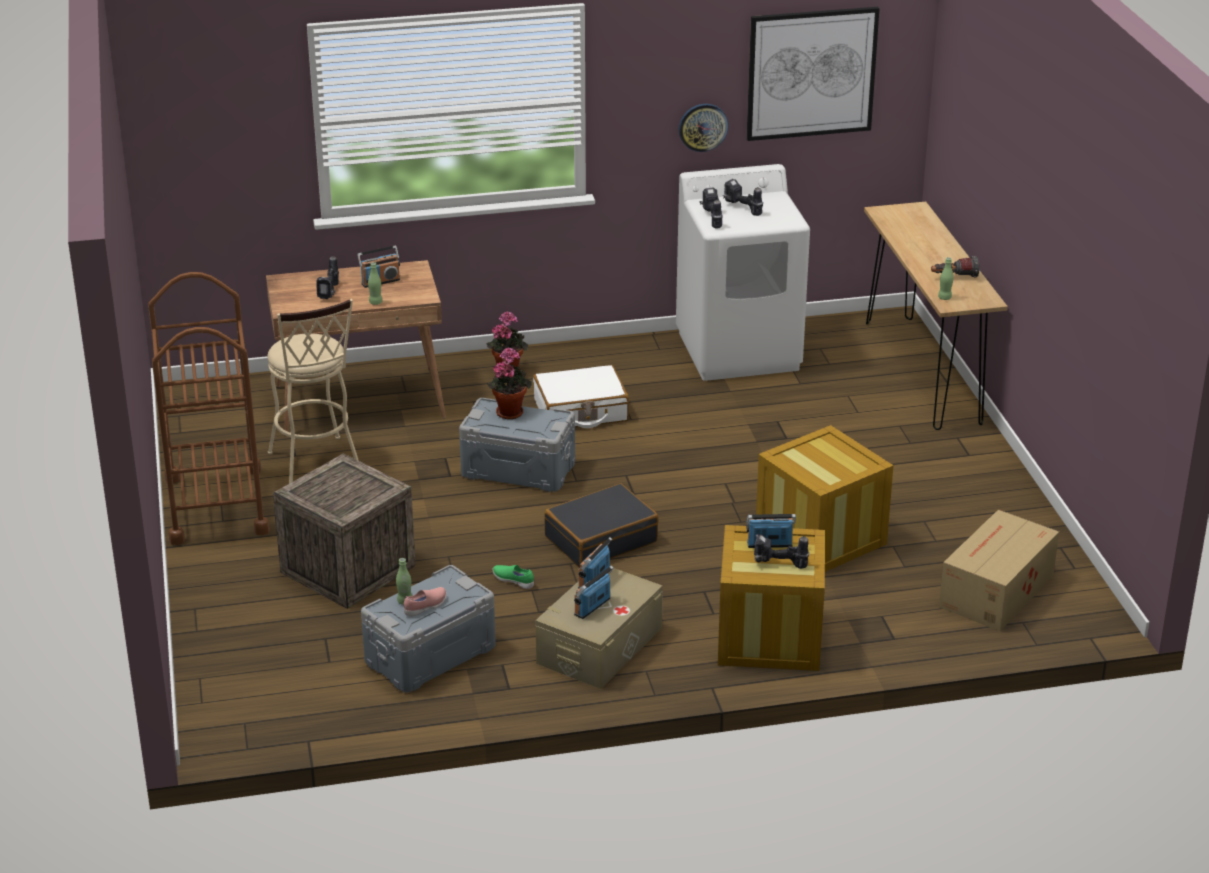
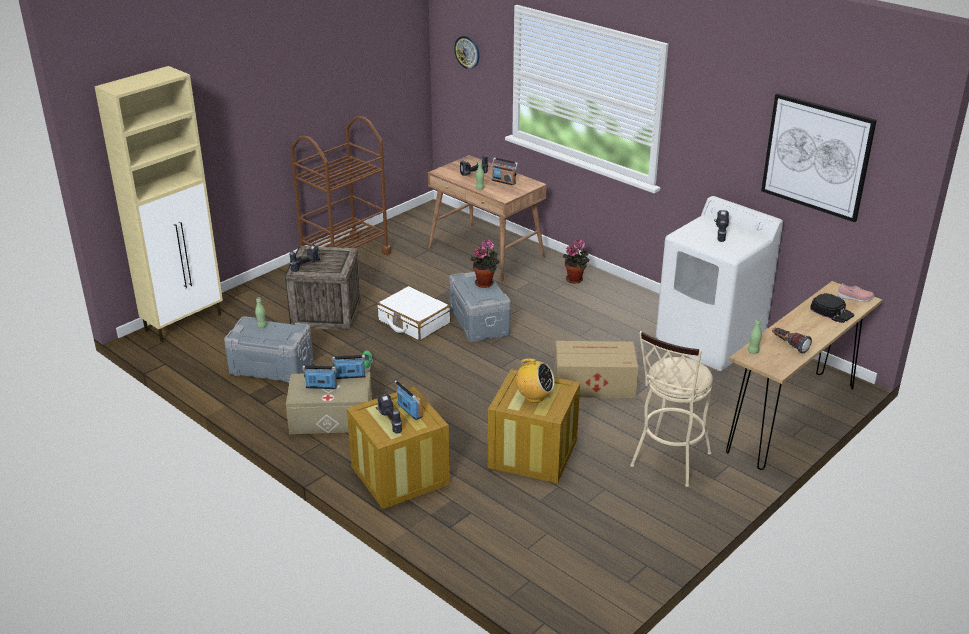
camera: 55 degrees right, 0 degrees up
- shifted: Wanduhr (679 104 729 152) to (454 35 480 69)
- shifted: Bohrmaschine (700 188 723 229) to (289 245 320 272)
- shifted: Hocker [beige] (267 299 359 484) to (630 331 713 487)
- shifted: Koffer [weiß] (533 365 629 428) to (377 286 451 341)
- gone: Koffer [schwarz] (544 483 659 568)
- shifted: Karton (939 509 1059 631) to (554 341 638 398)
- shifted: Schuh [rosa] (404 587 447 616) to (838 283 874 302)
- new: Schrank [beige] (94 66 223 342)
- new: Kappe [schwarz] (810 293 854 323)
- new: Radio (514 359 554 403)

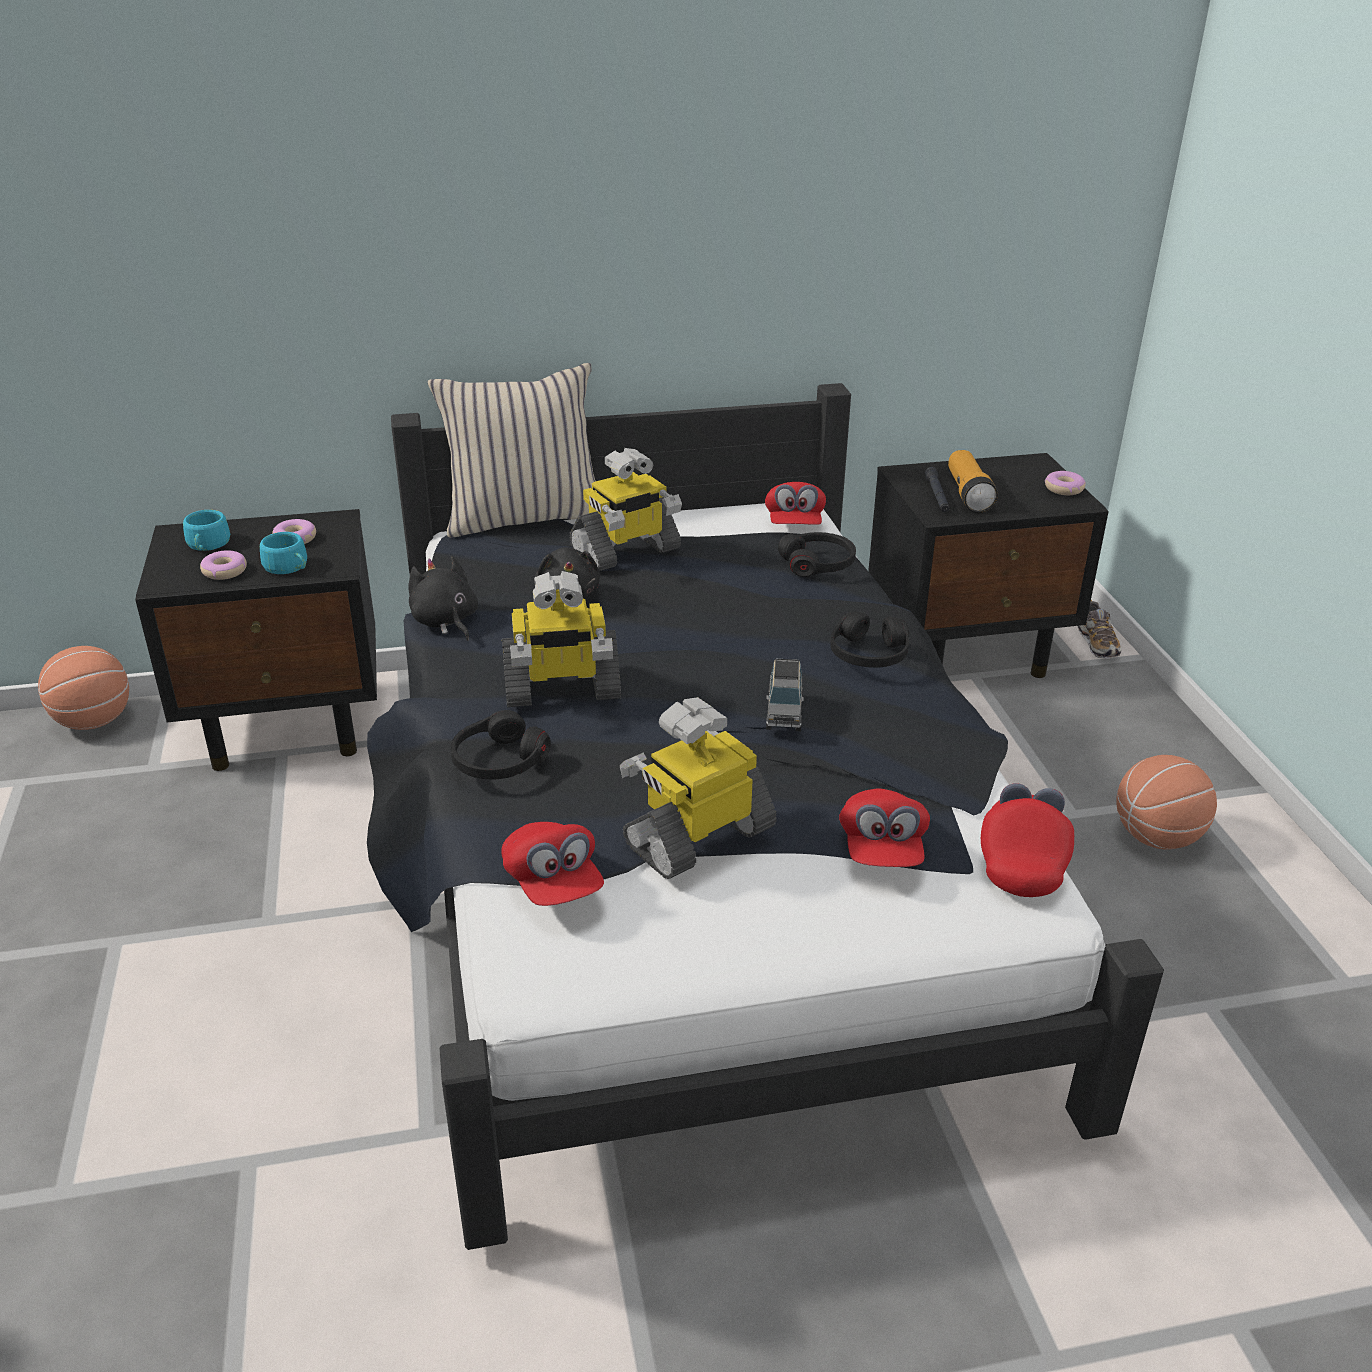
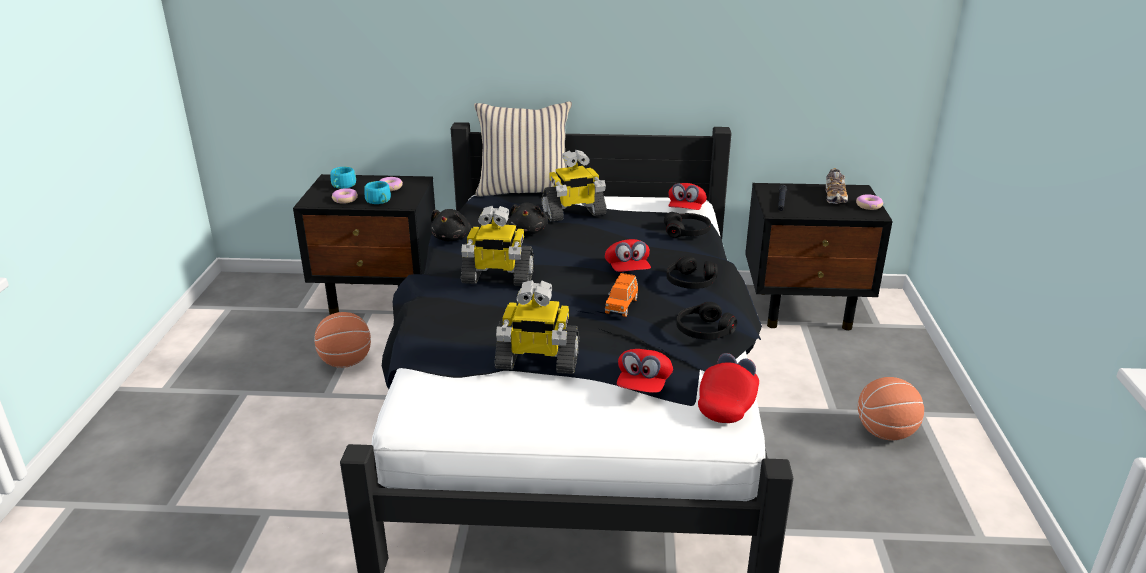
camera: 15 degrees right, 5 degrees down
- gone: Taschenlampe (948 450 998 513)
- rotated: Plüschtier [schwarz] (408 556 478 641) = (431 209 472 241) 150 degrees counterclockwise
- shifted: Schuh (1077 600 1121 659) to (825 168 848 204)
- shifted: Basketball (38 646 129 730) to (314 312 371 368)
- repainted: Spielzeugauto [grau] (766 659 804 731) to Spielzeugauto [orange] (605 273 638 317)
- rotated: Spielzeugroboter (620 697 777 879) = (495 280 579 374) 150 degrees counterclockwise
- shifted: Kopfhörer [schwarz] (451 710 551 779) to (676 302 737 339)
- shifted: Kappe [rot] (501 822 604 906) to (605 239 651 272)

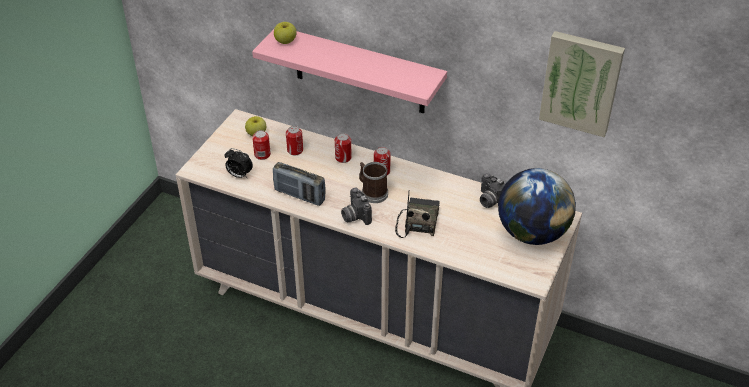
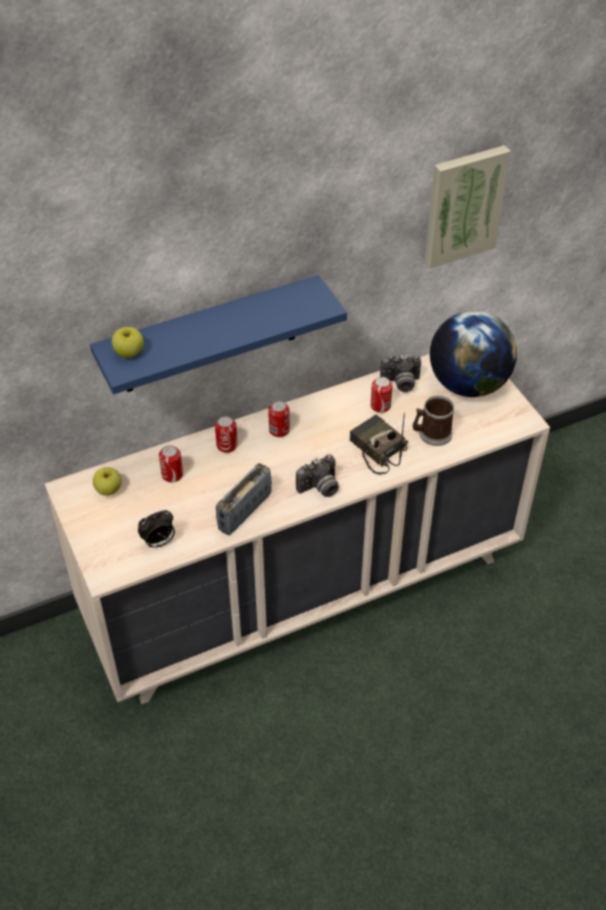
camera: 50 degrees left, 5 degrees up
- repainted: Wandregal [rosa] (252 29 447 114) to Wandregal [blau] (90 275 347 394)
- shifted: Dose (252 130 271 160) to (371 377 393 413)
- rotated: Radio (273 162 325 206) = (216 463 272 535) 150 degrees clockwise
- shifted: Henkelbecher (359 162 388 203) to (413 396 454 446)
- rotated: Kamera (341 188 372 225) = (296 454 339 497) 45 degrees counterclockwise

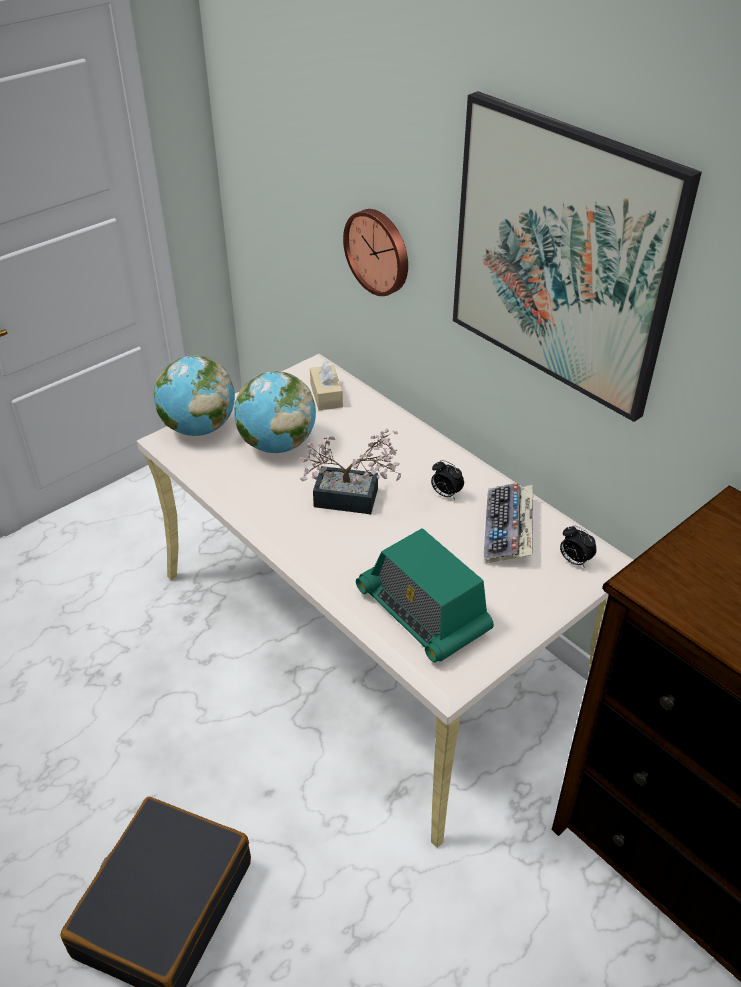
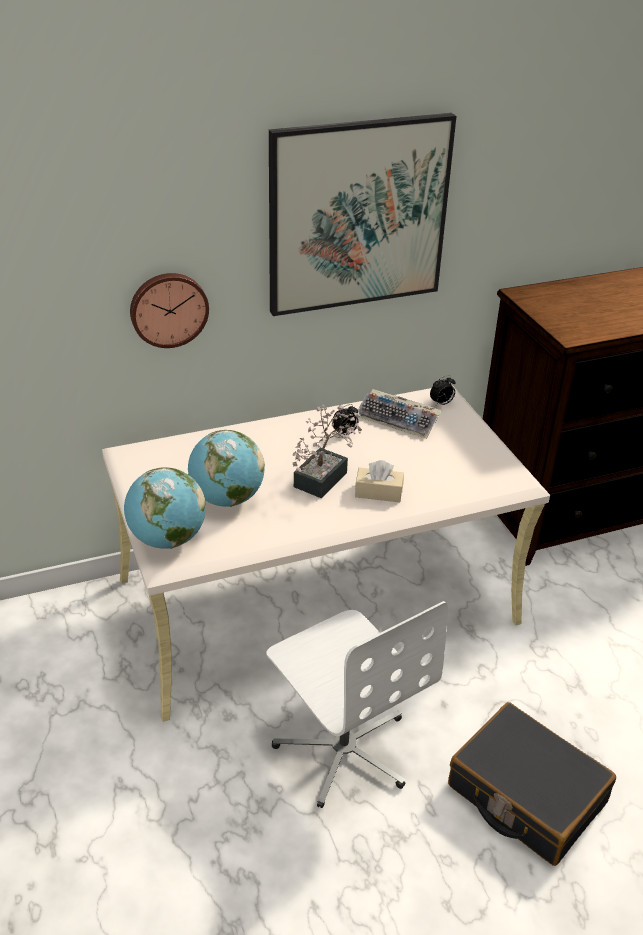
camera: 70 degrees left, 5 degrees down
- shifted: Taschentuchbox [beige] (310 360 343 410) to (355 460 404 502)
- gone: Radio (356 528 494 662)
- new: Bürostuhl [weiß] (266 601 448 808)

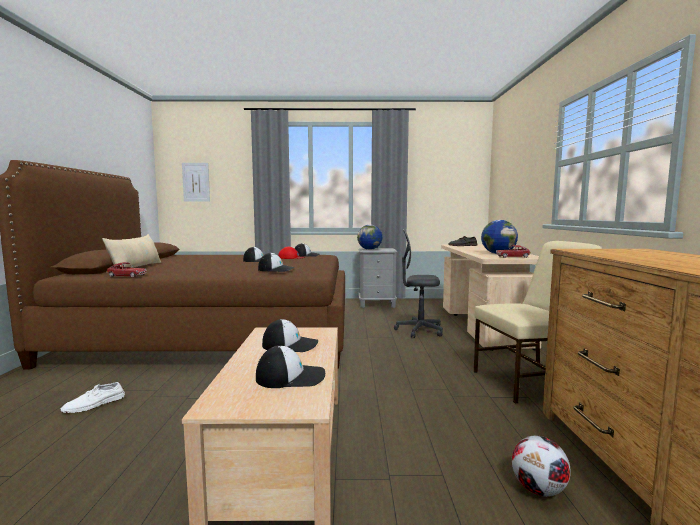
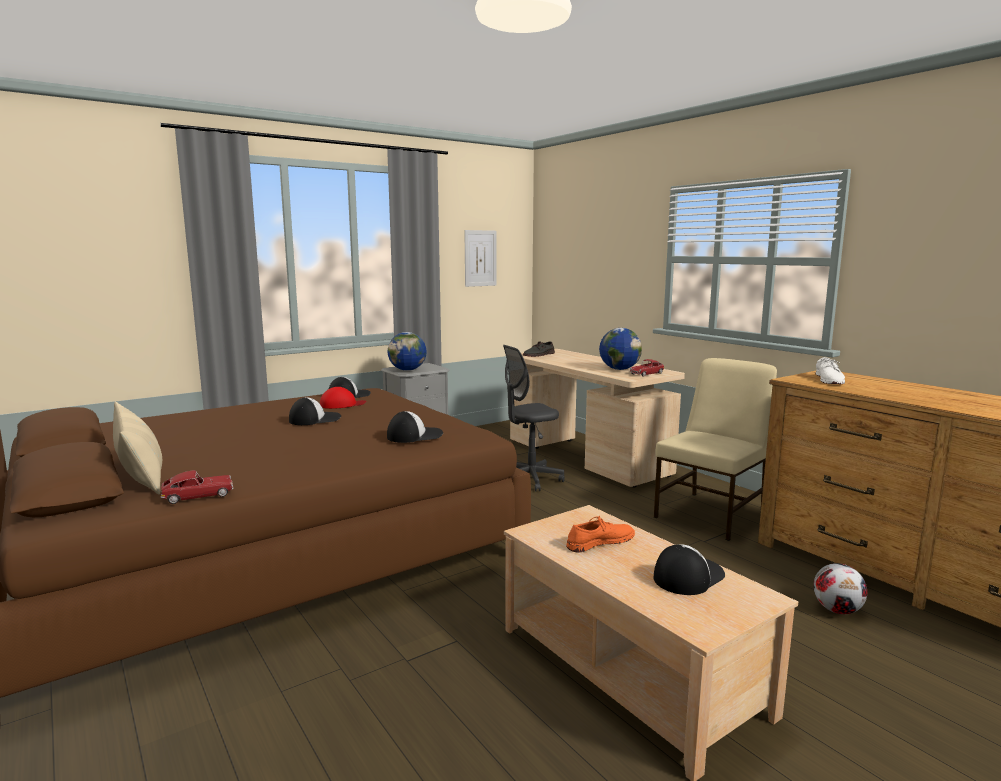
camera: 35 degrees left, 5 degrees up
- shifted: Bild (182 163 210 202) to (464 230 497 287)
- swapped: Kappe (262 319 318 352) to Schuh [orange] (566 516 635 553)
- shifted: Schuh [weiß] (61 382 125 413) to (816 357 845 384)

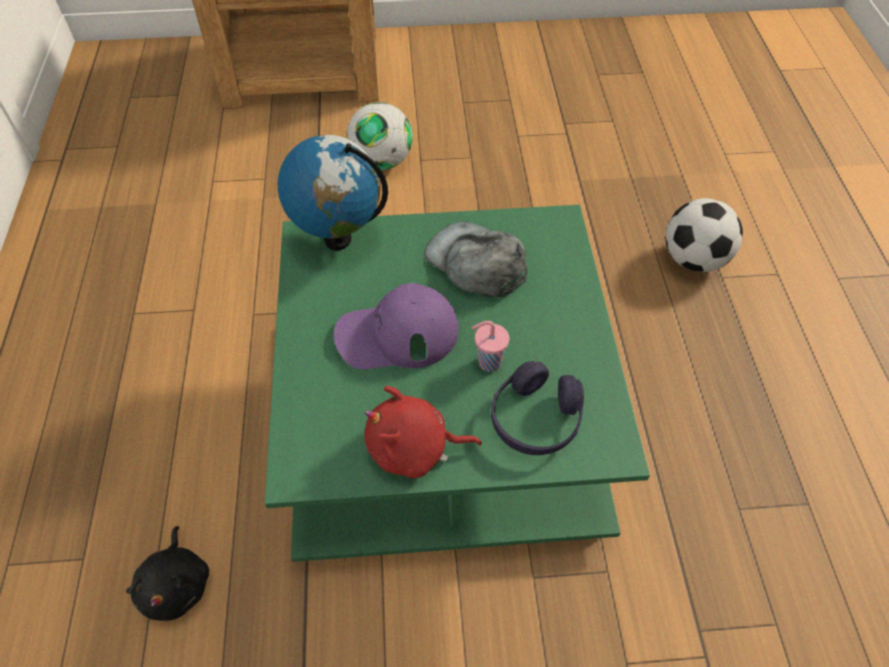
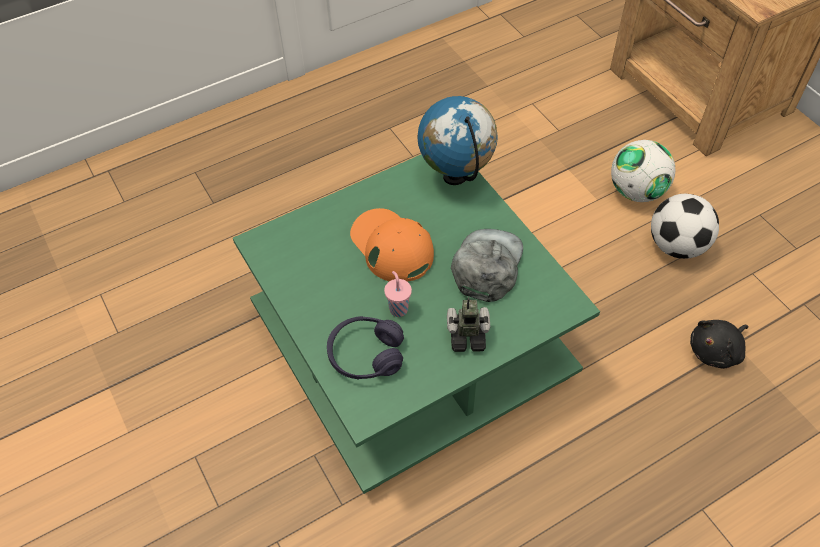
camera: 65 degrees right, 0 degrees up
- shifted: Fußball (666 198 743 272) to (651 194 719 259)
- repainted: Kappe [lila] (334 283 459 369) to Kappe [orange] (350 208 434 281)
- gone: Plüschtier [rot] (364 386 482 478)
- shifted: Plüschtier [schwarz] (126 526 209 621) to (690 320 749 369)
- new: Spielzeugroboter (447 297 490 352)

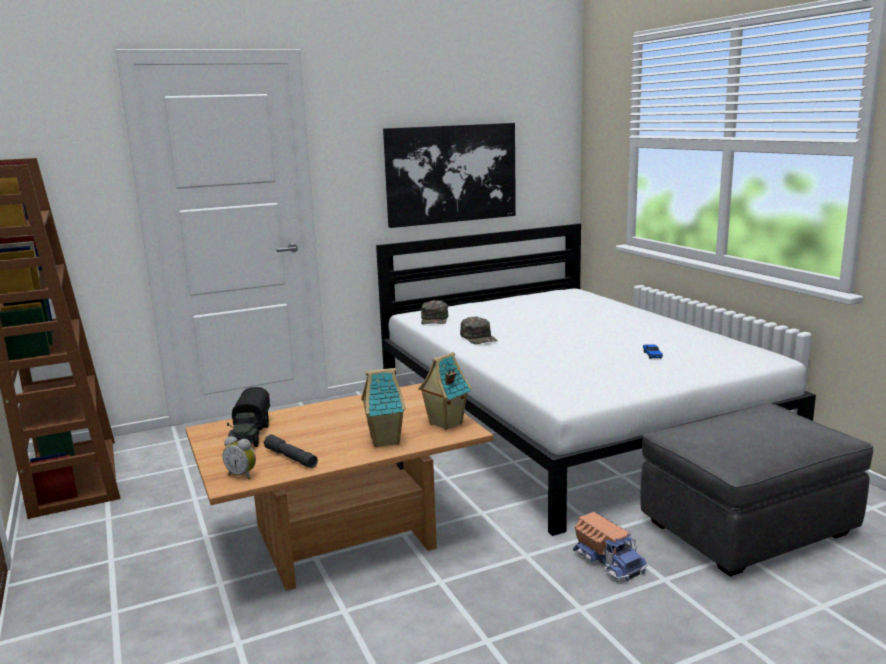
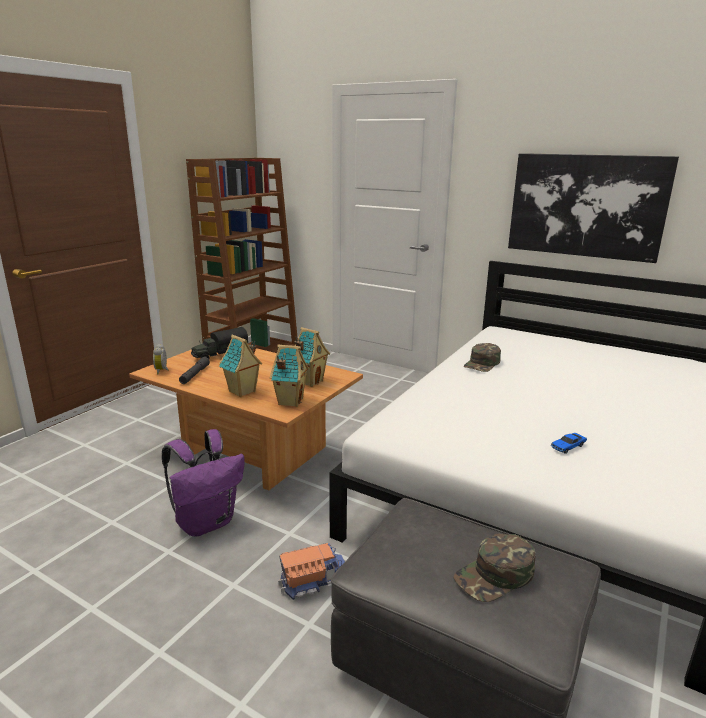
camera: 55 degrees right, 5 degrees up
- shifted: Kappe [grün] (421 300 448 324) to (454 533 536 602)
- rotated: Spielzeuglaster (573 512 648 582) = (278 543 345 600) 135 degrees counterclockwise
- new: Spielzeughaus (294 327 330 387)
- new: Rucksack [lila] (162 429 244 537)

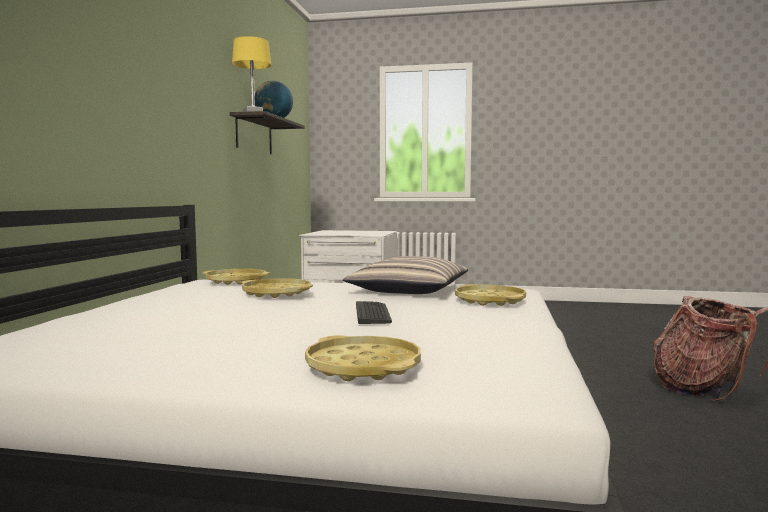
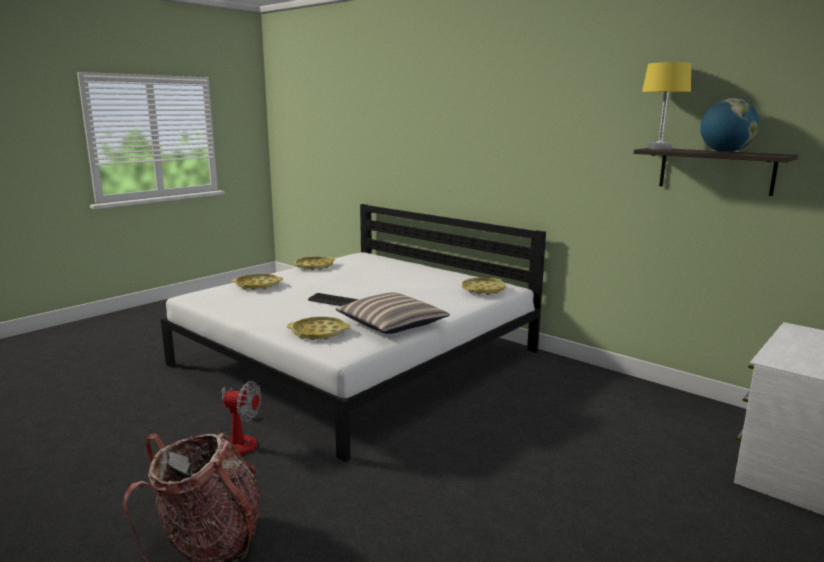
camera: 120 degrees right, 10 degrees up
- shifted: Tablett [gelb] (242 278 313 298) to (292 257 335 270)
- new: Ventilator (218 381 261 455)

